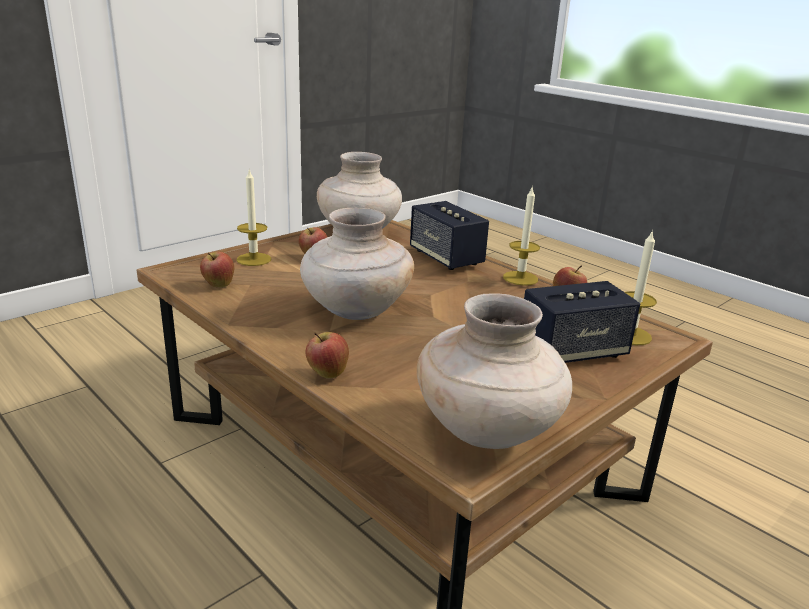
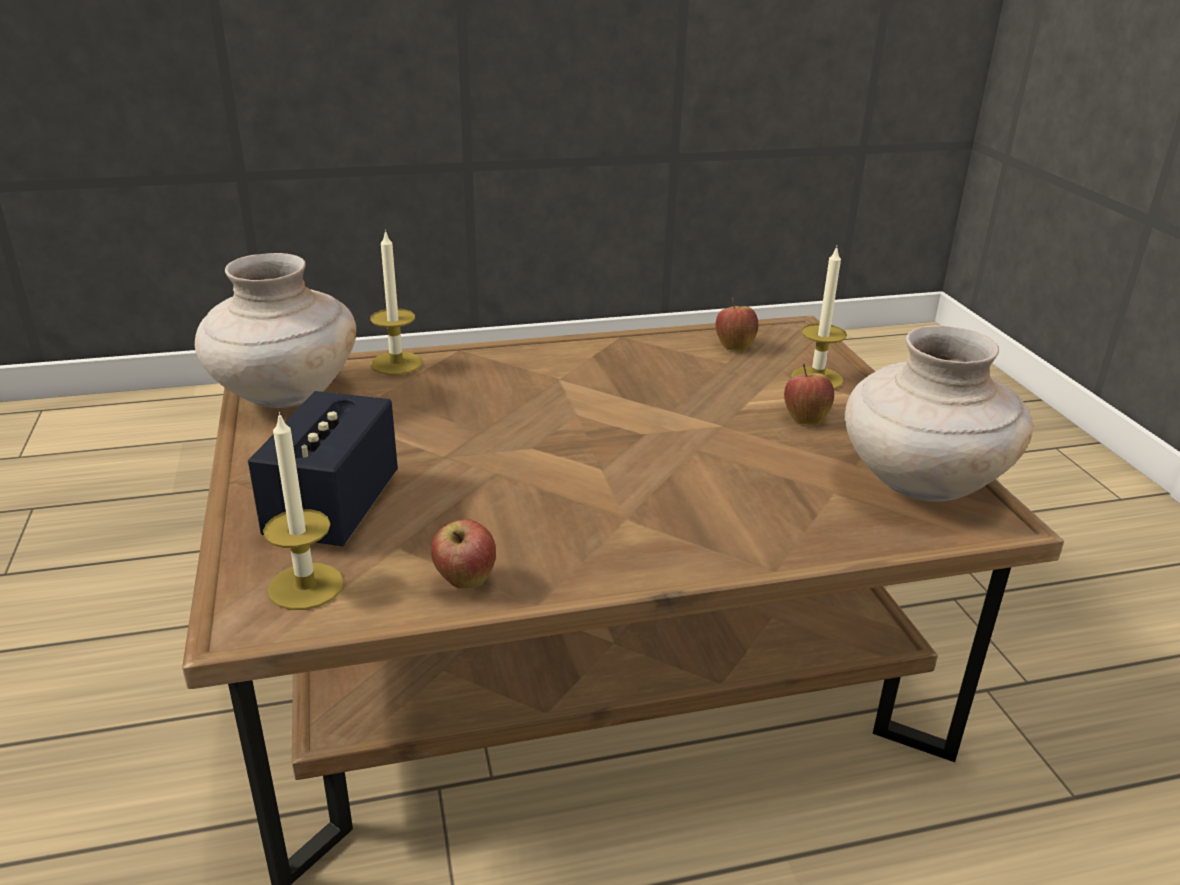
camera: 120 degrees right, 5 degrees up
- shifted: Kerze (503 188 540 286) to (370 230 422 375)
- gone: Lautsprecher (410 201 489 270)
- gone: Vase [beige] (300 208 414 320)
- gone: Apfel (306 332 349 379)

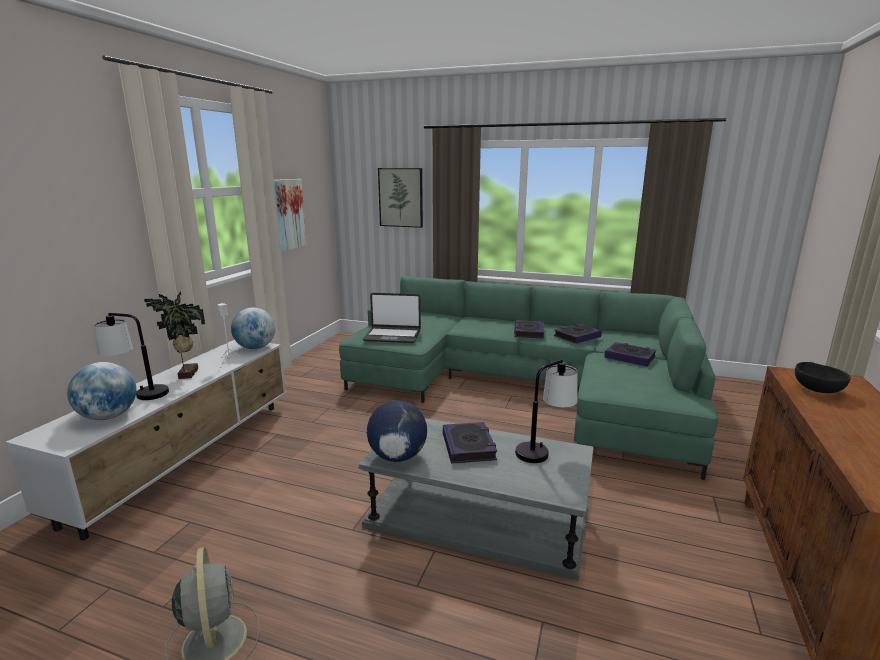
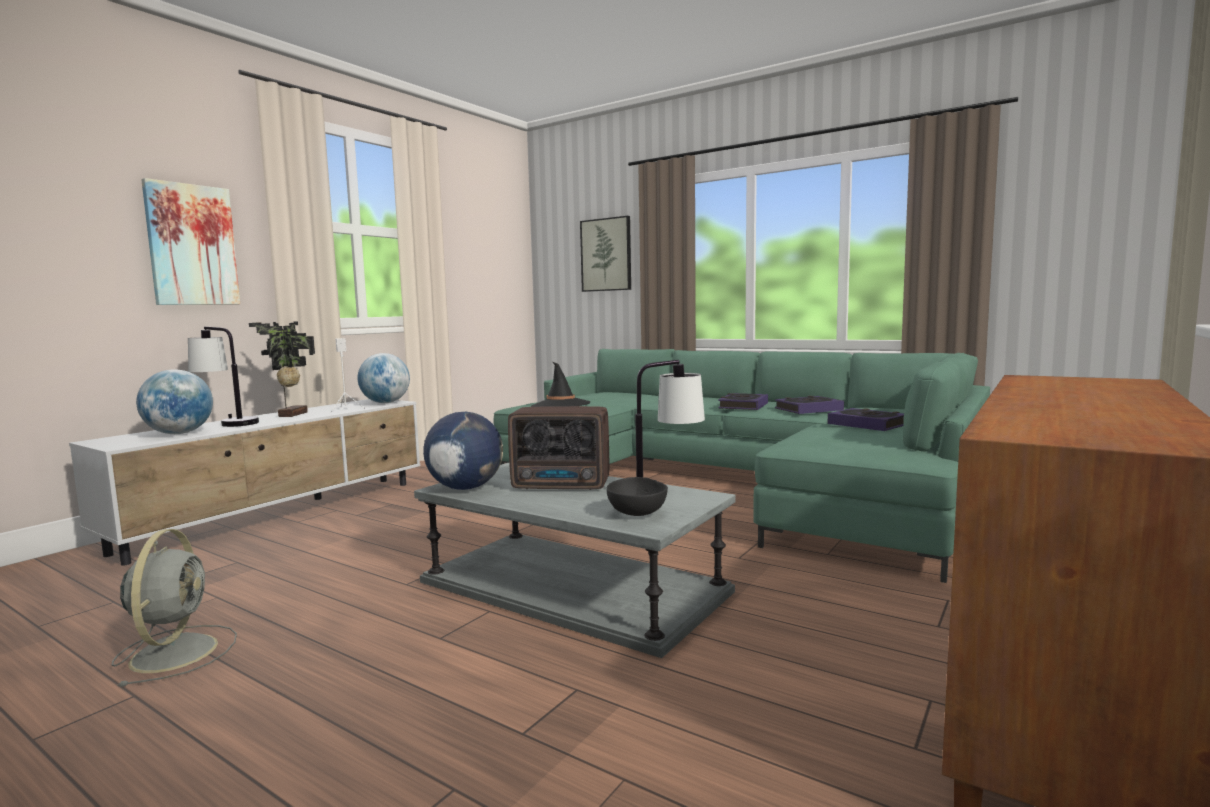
camera: 15 degrees right, 10 degrees down
- shifted: Bild (274 179 307 252) to (141 178 240 305)
- swapped: Laptop (363 293 421 343) to Hut [schwarz] (531 362 590 407)
- shifted: Schüssel [schwarz] (795 362 851 393) to (607 477 668 516)
- swapped: Buch (443 422 497 464) to Radio (508 406 609 490)

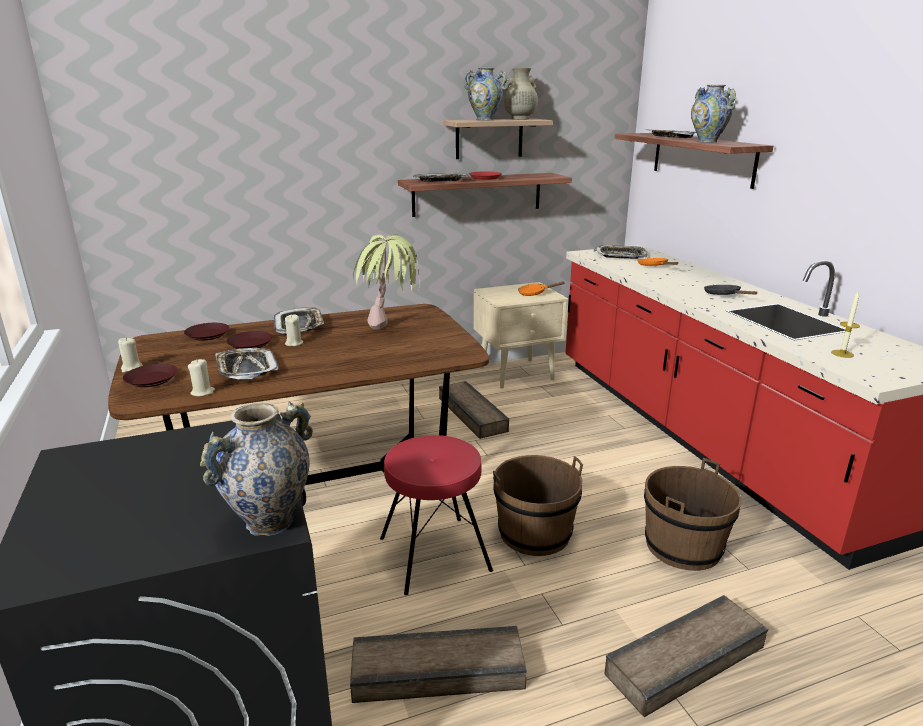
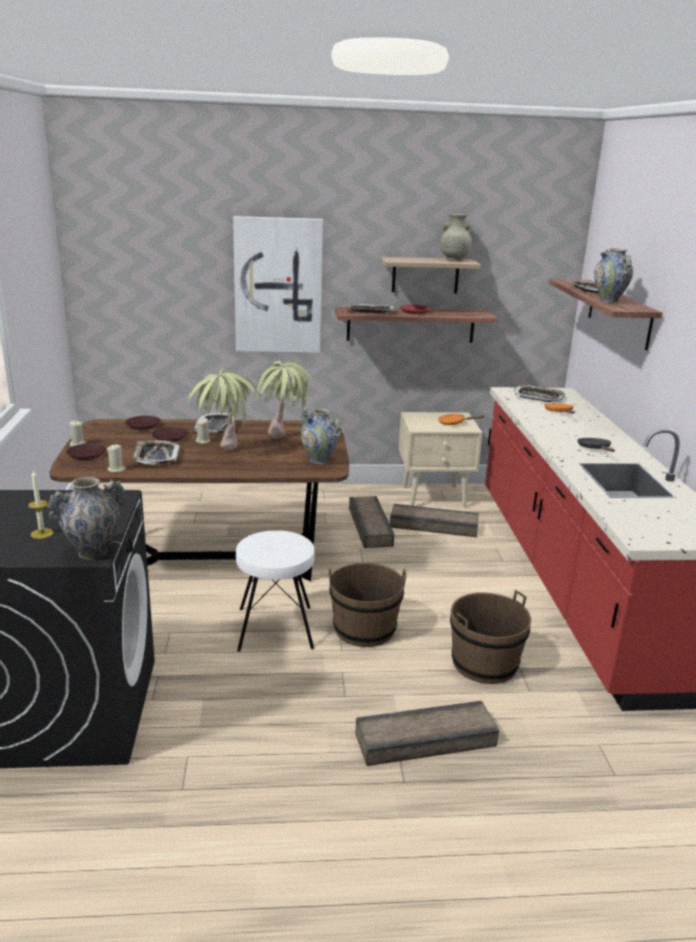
camera: 15 degrees right, 0 degrees up
- shifted: Vase (465 68 508 120) to (300 408 341 464)
- shifted: Kerze (831 292 860 358) to (28 469 54 539)
- repainted: Hocker [rot] (380 435 493 595) to Hocker [weiß] (236 531 315 652)
- shifted: Kiste (350 626 527 703) to (390 504 479 537)
- new: Bild (233 216 323 353)
- new: Topfpflanze (188 369 258 450)

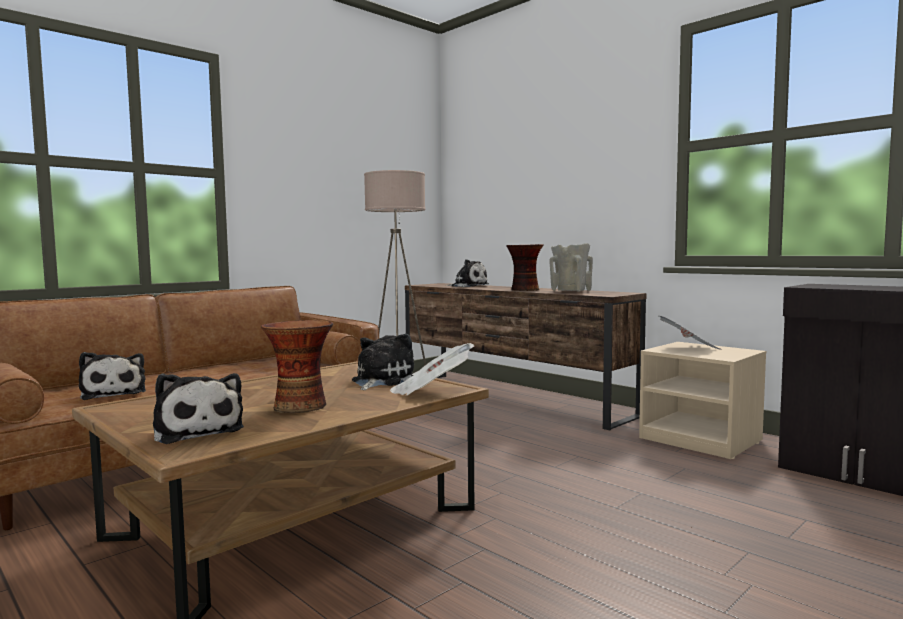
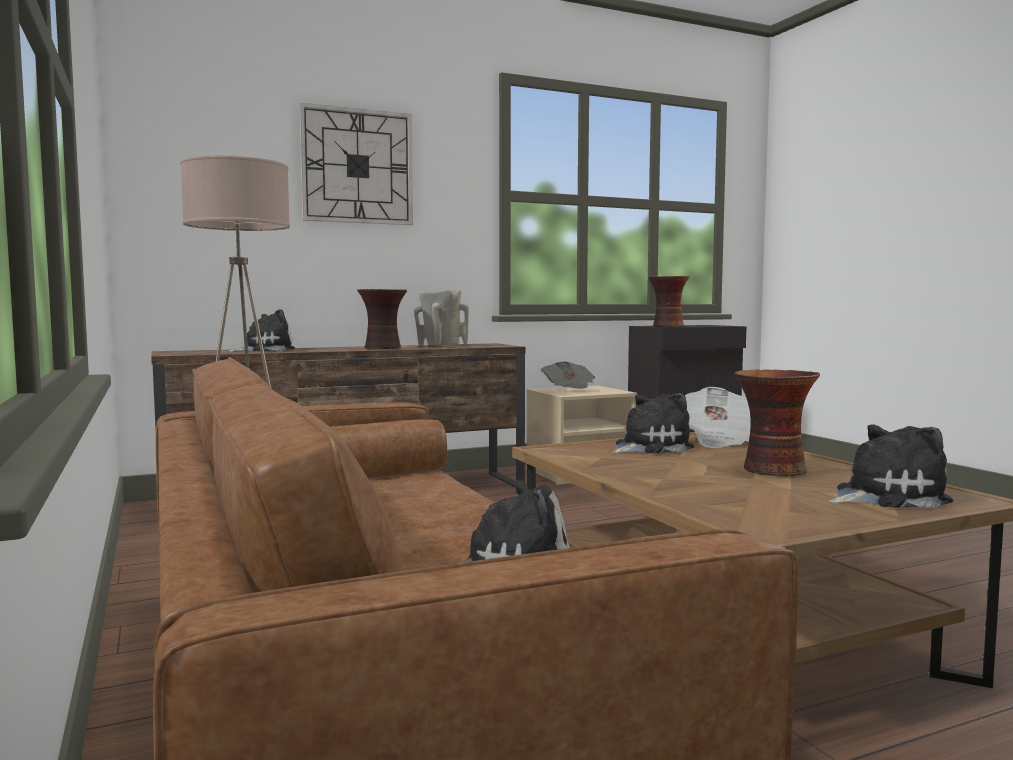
camera: 70 degrees left, 0 degrees up
- rotated: Plüschtier (352 334 414 390) = (611 393 694 454) 105 degrees clockwise
- new: Wanduhr (299 103 413 225)
- new: Vase (648 276 690 327)

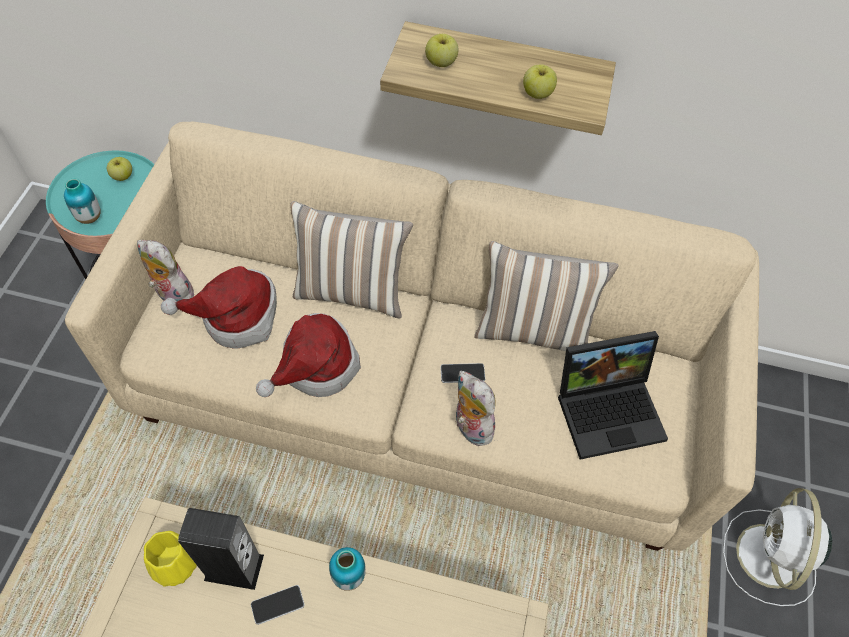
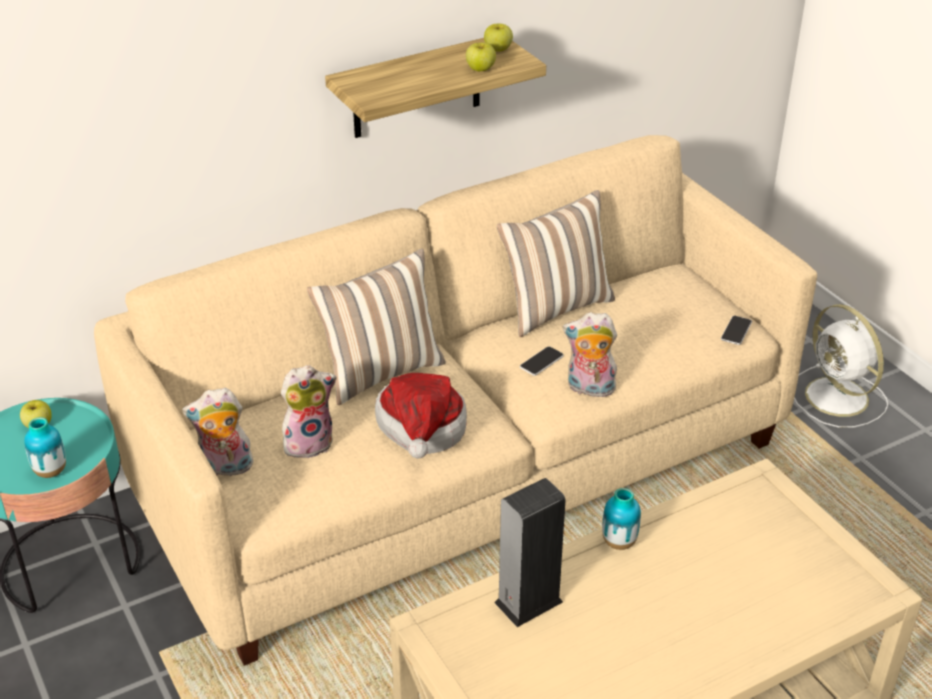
camera: 40 degrees left, 20 degrees down
- shifted: Apfel (425 34 458 67) to (484 24 513 51)
- swapped: Hut (161 266 277 348) to Plüschtier (281 365 337 458)
- gone: Laptop (558 331 668 460)
- gone: Vase [gelb] (144 531 197 587)
- shifted: Handy (251 585 305 625) to (721 316 752 345)

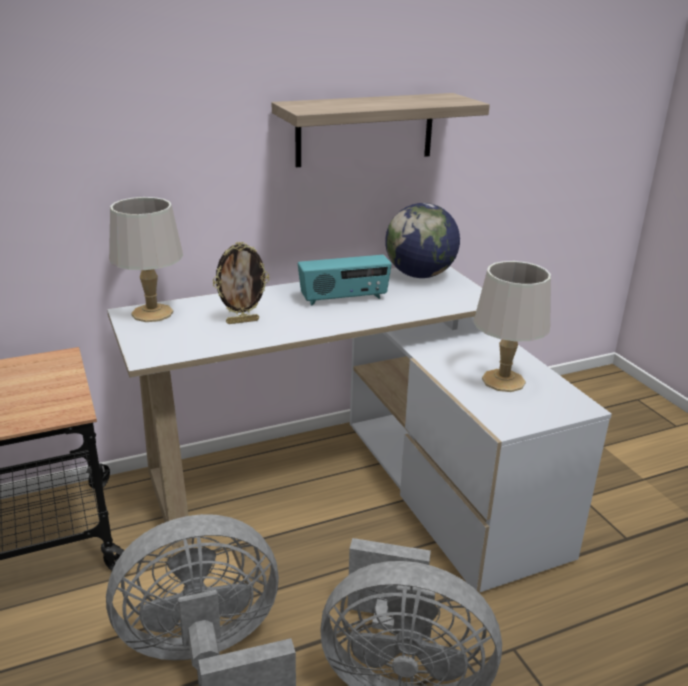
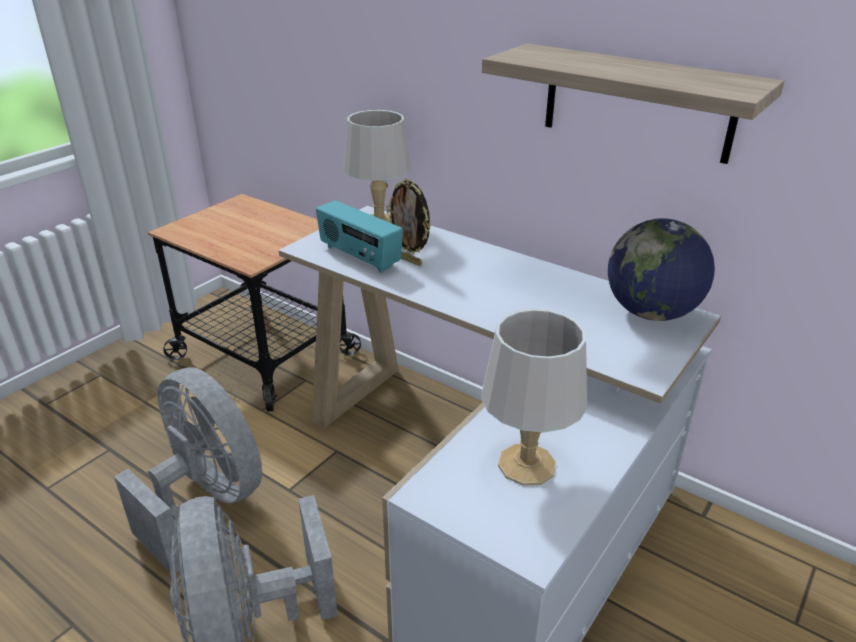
camera: 60 degrees right, 5 degrees up
- shifted: Radio (298 255 392 305) to (316 201 403 273)

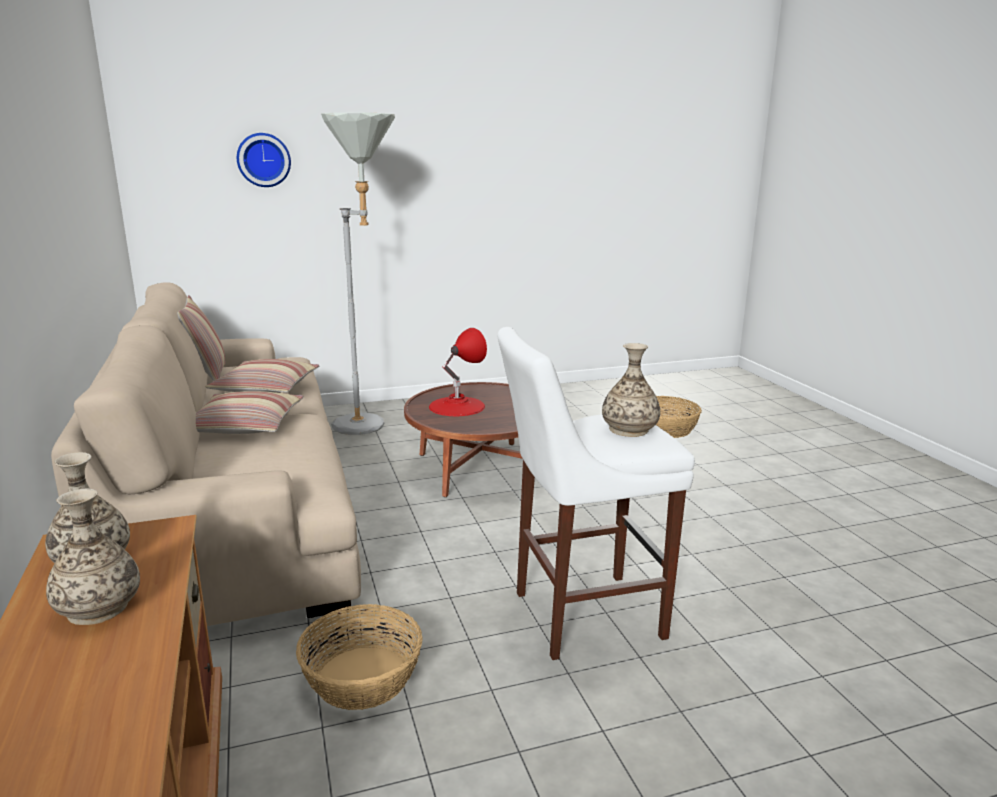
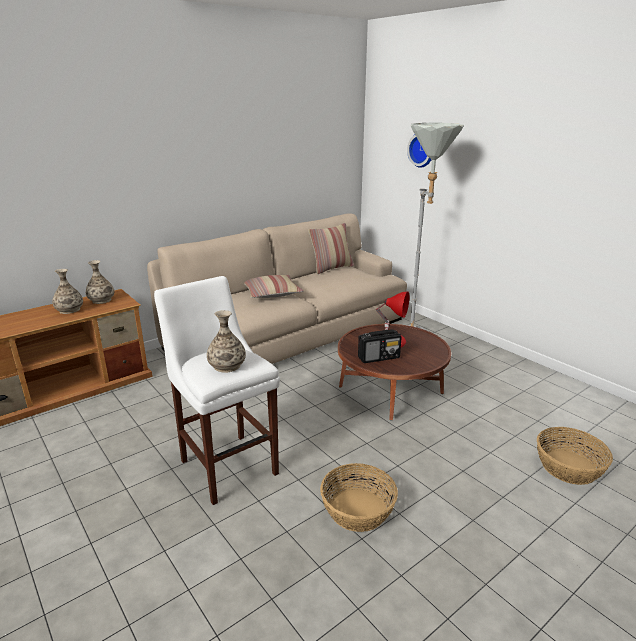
camera: 70 degrees right, 5 degrees up
- gone: Kissen (205 359 319 393)
- shifted: Korb (296 604 422 710) to (320 463 398 532)
- new: Radio (358 329 402 363)

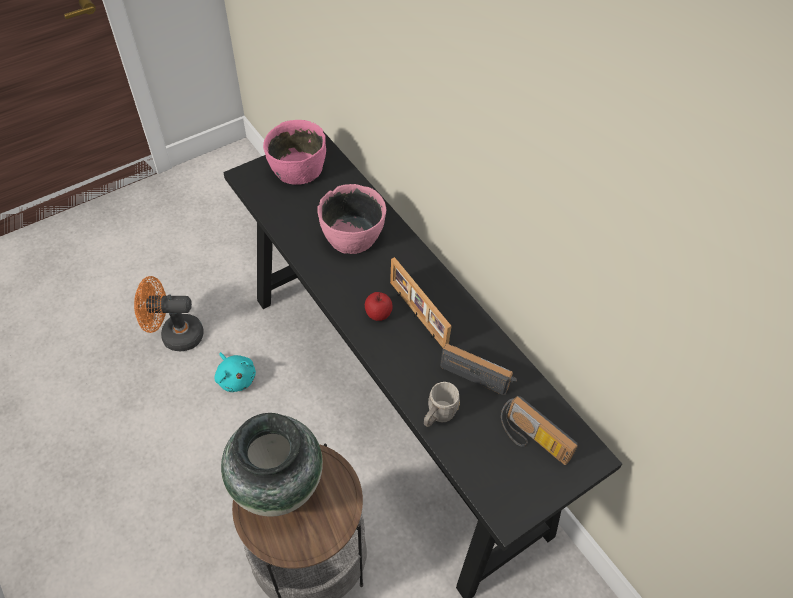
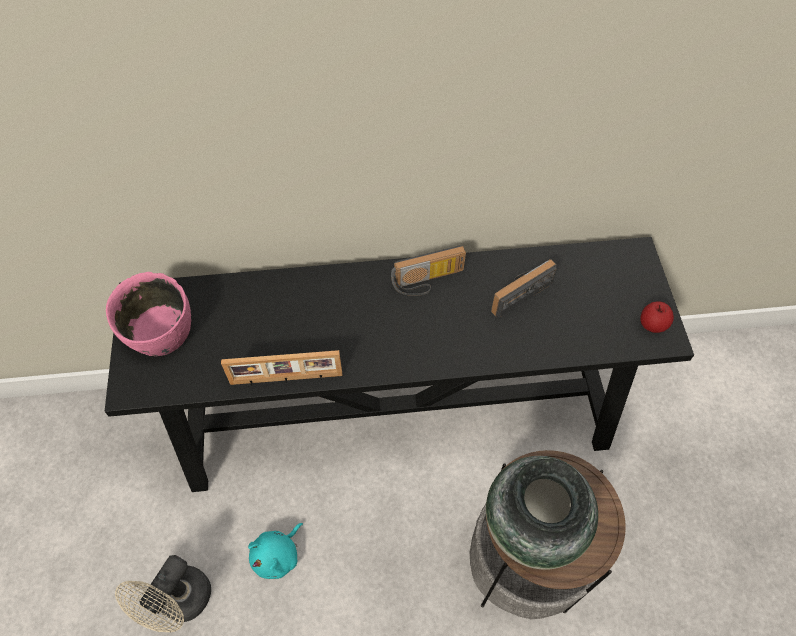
camera: 60 degrees left, 5 degrees up
- gone: Schüssel [rosa] (317 184 386 254)
- shifted: Bilderrahmen (390 257 452 348) to (221 350 342 386)
- repainted: Ventilator [orange] (134 276 203 351) to Ventilator [beige] (115 555 211 632)
- shifted: Apfel (365 292 392 321) to (640 301 674 333)
- rotated: Plüschtier [türkis] (214 352 256 392) = (248 523 303 579) 135 degrees clockwise
- gone: Henkelbecher [grau] (424 382 460 427)
- shifted: Radio (501 396 578 465) to (391 245 466 296)

